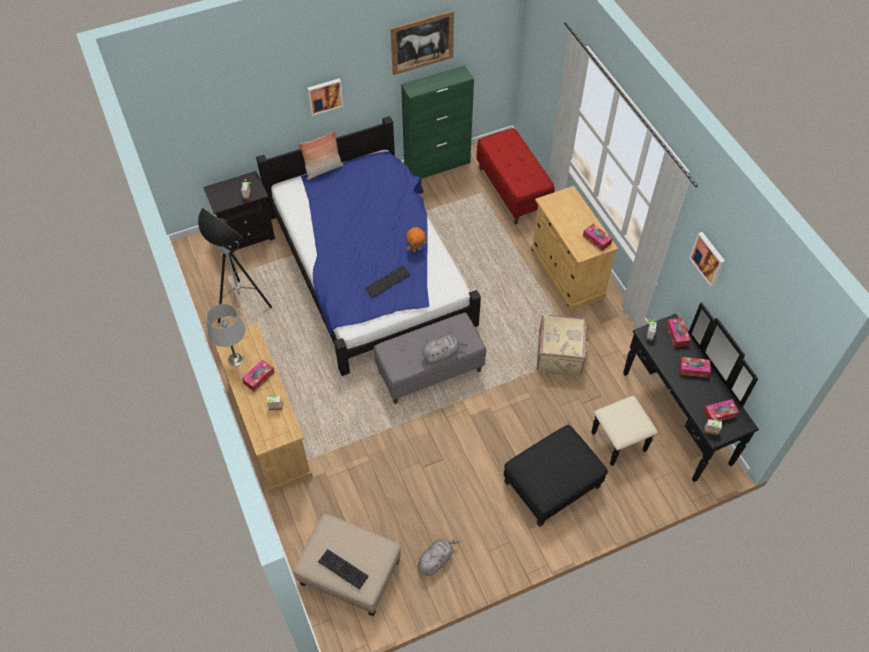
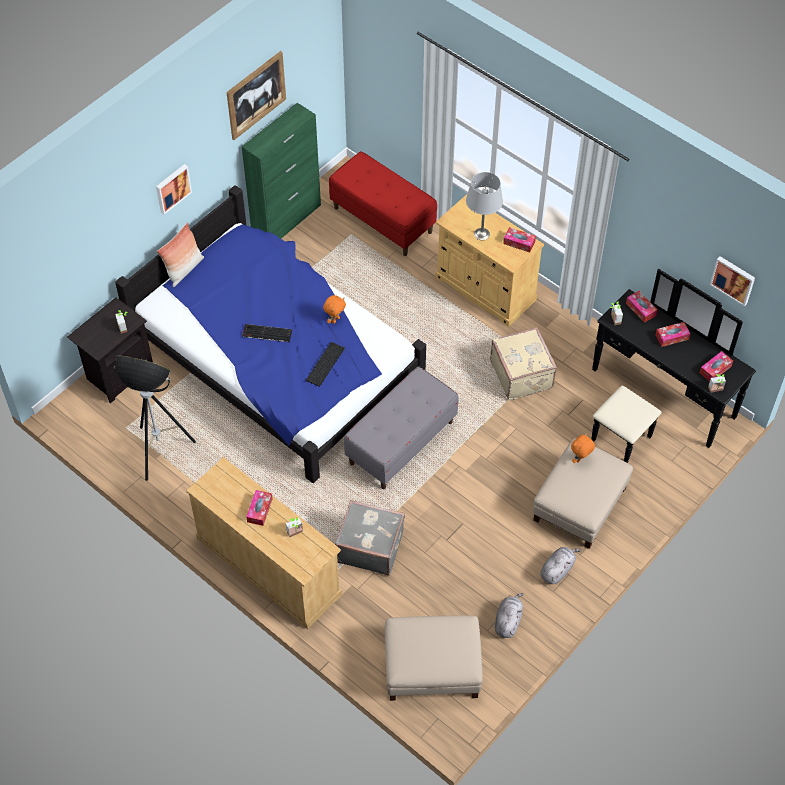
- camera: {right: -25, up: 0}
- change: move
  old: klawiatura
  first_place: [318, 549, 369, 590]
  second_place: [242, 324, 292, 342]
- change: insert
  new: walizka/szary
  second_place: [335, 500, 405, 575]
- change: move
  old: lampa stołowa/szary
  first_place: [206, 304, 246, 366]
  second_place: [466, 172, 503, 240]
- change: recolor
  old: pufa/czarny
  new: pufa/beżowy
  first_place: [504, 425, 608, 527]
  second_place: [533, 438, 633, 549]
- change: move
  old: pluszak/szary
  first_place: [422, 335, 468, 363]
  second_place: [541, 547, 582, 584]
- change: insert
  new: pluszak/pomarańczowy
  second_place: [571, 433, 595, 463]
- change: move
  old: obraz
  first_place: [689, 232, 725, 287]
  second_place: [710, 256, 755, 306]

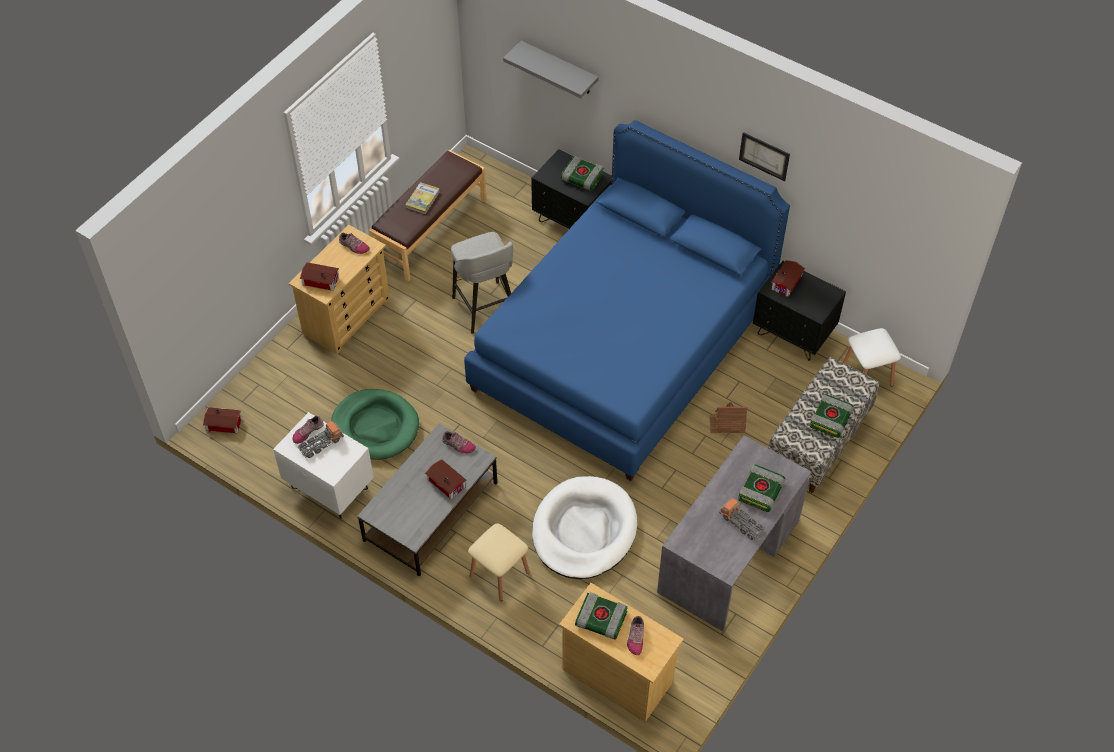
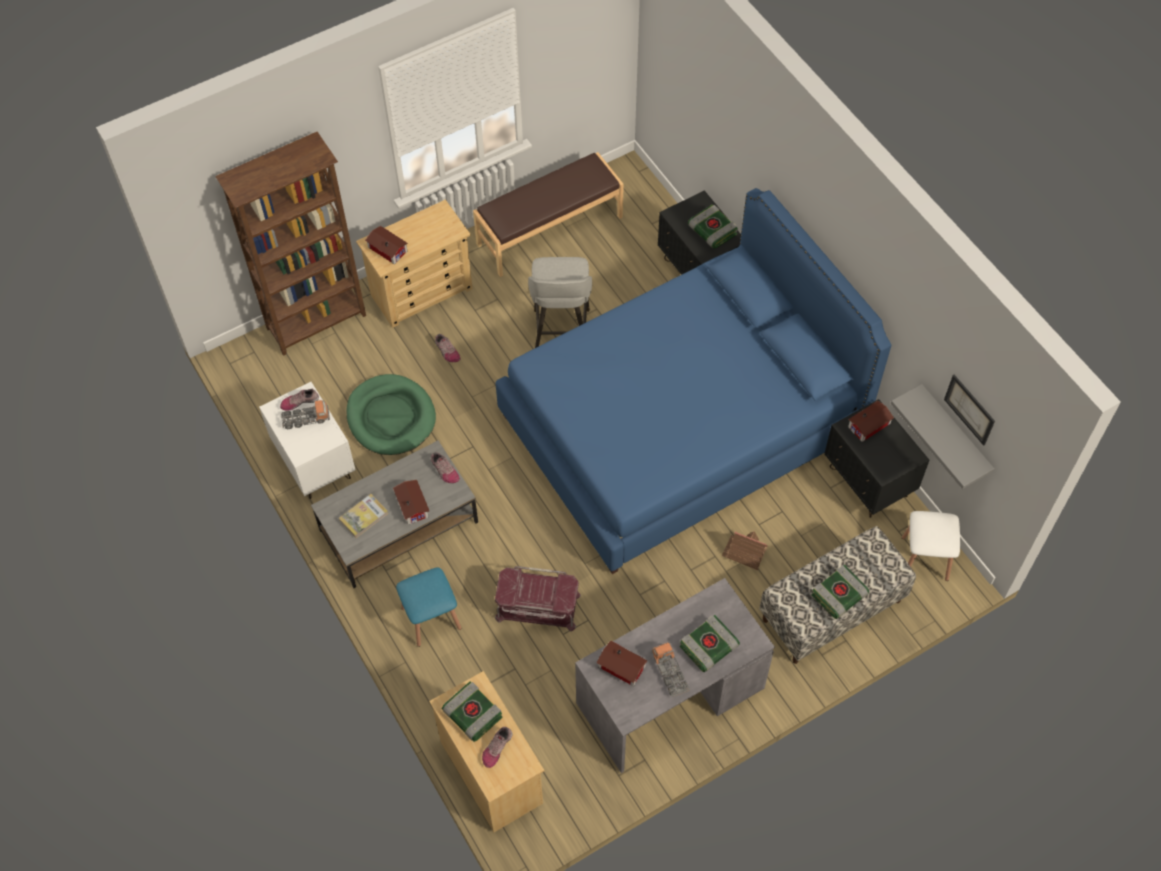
- camera: {right: 25, up: 5}
- change: insert
  new: regał/brązowy
  second_place: [215, 132, 366, 356]
- change: move
  old: książka
  first_place: [405, 182, 440, 214]
  second_place: [339, 494, 388, 538]
- change: recolor
  old: stołek/beżowy
  new: stołek/niebieski
  first_place: [468, 523, 530, 601]
  second_place: [396, 567, 461, 647]
- change: move
  old: but
  first_place: [339, 232, 370, 254]
  second_place: [435, 334, 460, 362]
- change: replace
  old: legowisko/biały
  new: pojemnik do przechowywania/czerwony
  first_place: [532, 476, 637, 579]
  second_place: [495, 566, 581, 632]
- change: move
  old: domek
  first_place: [203, 407, 242, 434]
  second_place: [596, 640, 647, 687]
- change: move
  old: półka/szary
  first_place: [503, 41, 598, 98]
  second_place: [891, 384, 994, 489]
- change: move
  old: obraz
  first_place: [739, 132, 790, 181]
  second_place: [944, 375, 995, 446]

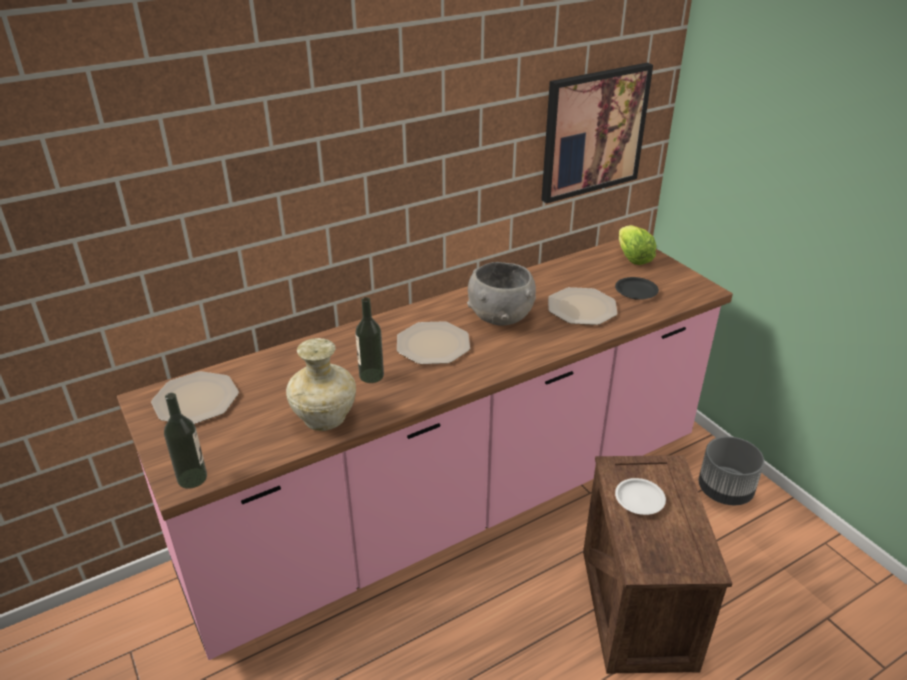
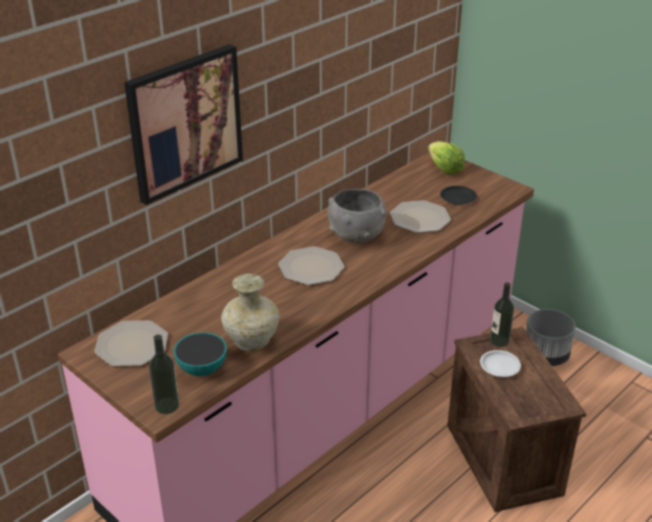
- camera: {right: -15, up: 0}
- change: move
  old: obraz
  first_place: [541, 63, 653, 203]
  second_place: [124, 44, 243, 205]
- change: insert
  new: miska
  second_place: [173, 332, 227, 376]
- change: move
  old: butelka
  first_place: [355, 297, 384, 383]
  second_place: [490, 282, 514, 347]

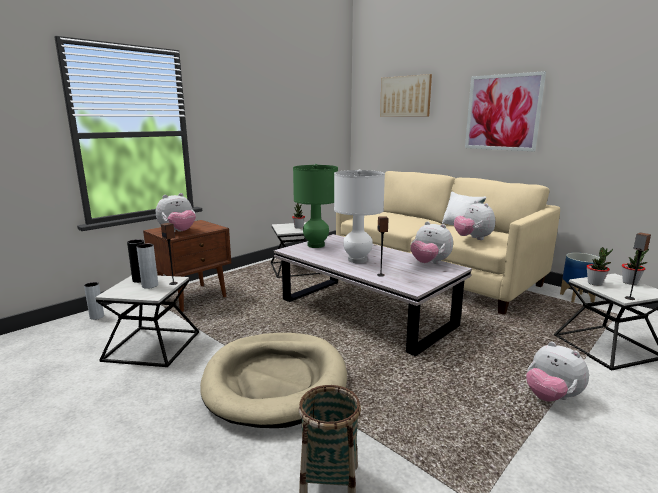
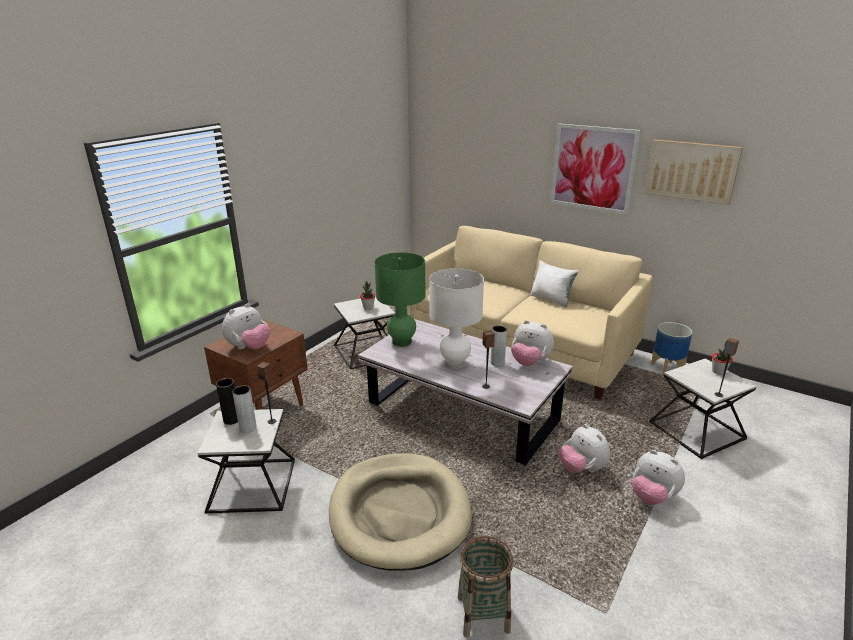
- camera: {right: -10, up: 10}
- change: move
  old: wazon/szary
  first_place: [84, 282, 104, 320]
  second_place: [491, 326, 507, 366]
- change: move
  old: pluszak
  first_place: [454, 201, 495, 240]
  second_place: [559, 424, 610, 473]
- change: move
  old: obraz
  first_place: [380, 74, 432, 117]
  second_place: [645, 139, 743, 205]
- change: delete
  old: roślina doniczkowa
  first_place: [586, 247, 613, 286]

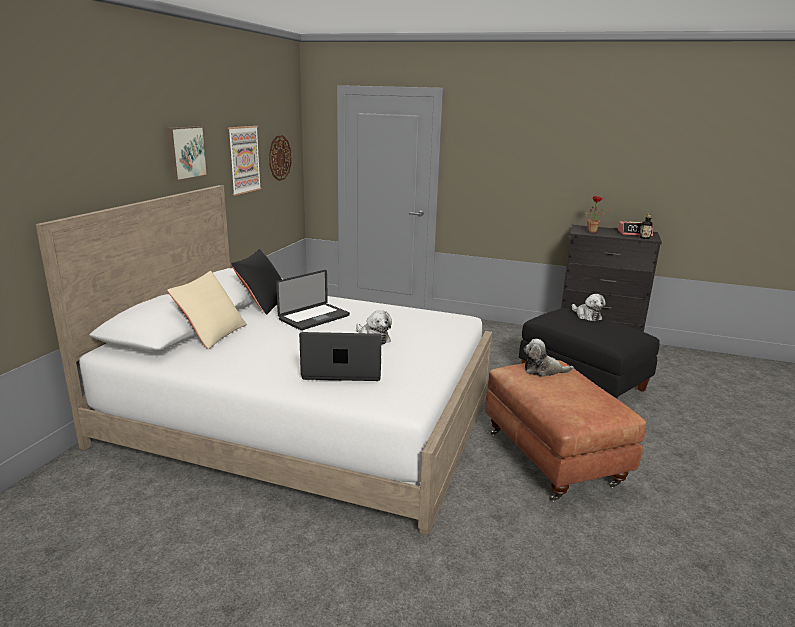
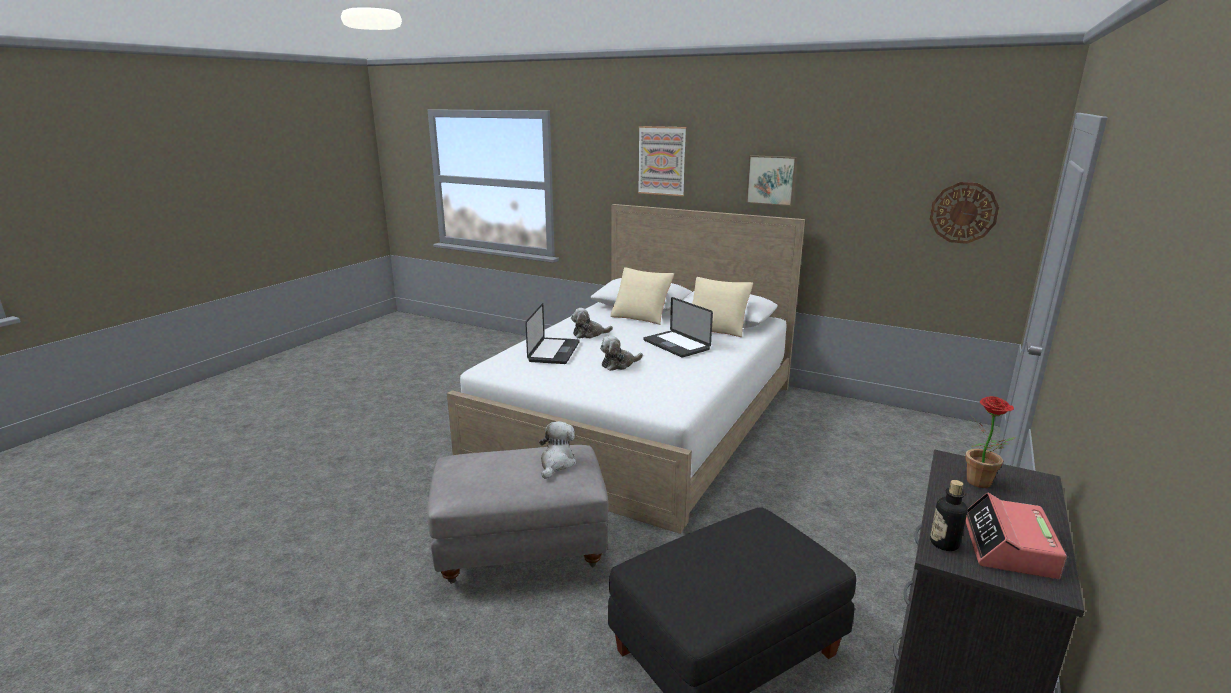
- camera: {right: 100, up: 0}
- change: recolor
  old: pufa/brązowy
  new: pufa/szary
  first_place: [485, 360, 646, 502]
  second_place: [427, 445, 609, 584]
- change: move
  old: pluszak
  first_place: [572, 294, 606, 321]
  second_place: [571, 308, 613, 338]
- change: move
  old: obraz
  first_place: [228, 126, 262, 196]
  second_place: [638, 126, 686, 196]
- change: recolor
  old: poduszka/czarny
  new: poduszka/beżowy
  first_place: [231, 249, 282, 315]
  second_place: [692, 277, 753, 337]

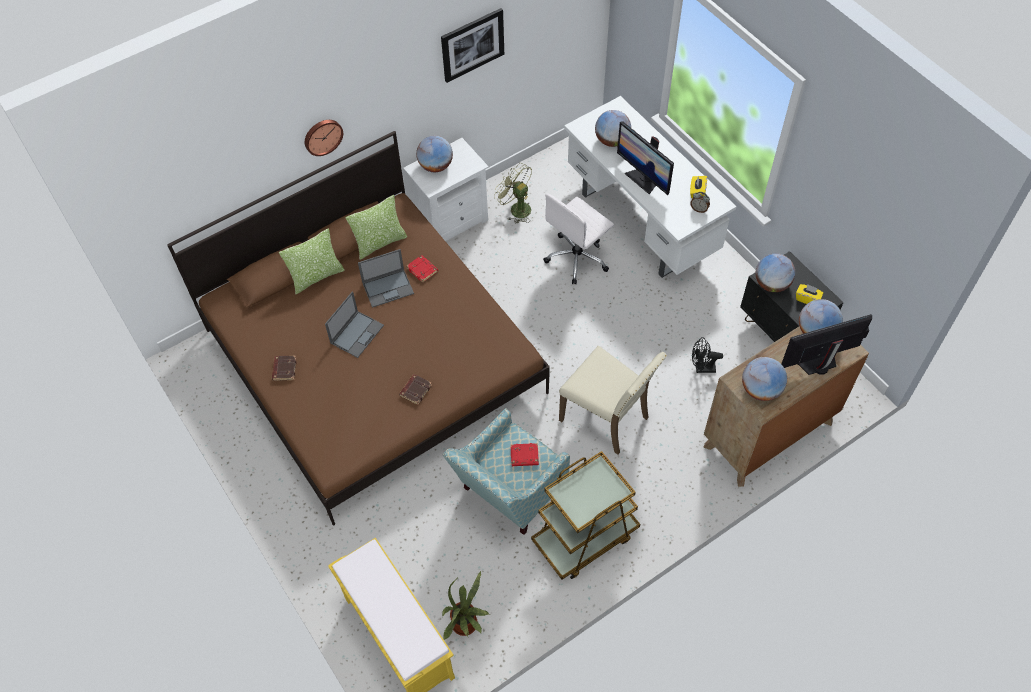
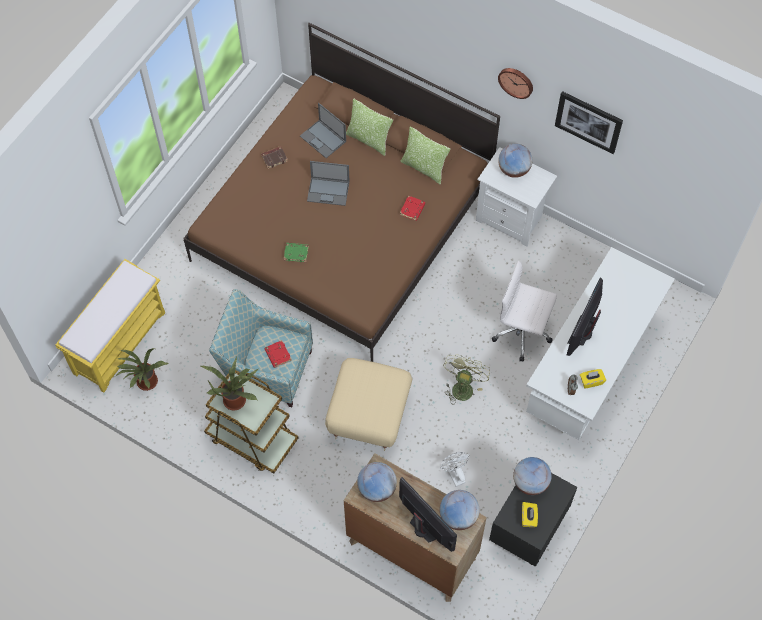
- camera: {right: 65, up: 5}
- change: insert
  new: roślina doniczkowa
  second_place: [200, 357, 258, 411]
- change: recolor
  old: książka/brązowy
  new: książka/zielony
  first_place: [399, 374, 432, 405]
  second_place: [284, 243, 309, 262]
- change: move
  old: laptop
  first_place: [358, 249, 414, 308]
  second_place: [300, 103, 346, 158]
- change: replace
  old: krzesło/beżowy
  new: pufa/beżowy
  first_place: [559, 346, 667, 455]
  second_place: [325, 358, 412, 451]
- change: recolor
  old: wentylator/czarny
  new: wentylator/biały
  first_place: [692, 337, 723, 373]
  second_place: [440, 452, 470, 487]
- change: move
  old: wentylator/zielony
  first_place: [494, 163, 532, 223]
  second_place: [443, 354, 490, 405]
- change: move
  old: zegar ścienny
  first_place: [305, 120, 343, 156]
  second_place: [498, 68, 533, 99]
- change: delete
  old: globus
  first_place: [595, 110, 631, 147]

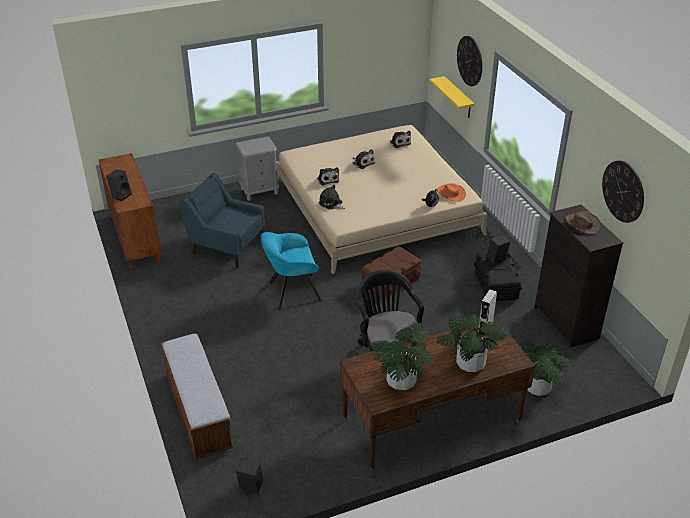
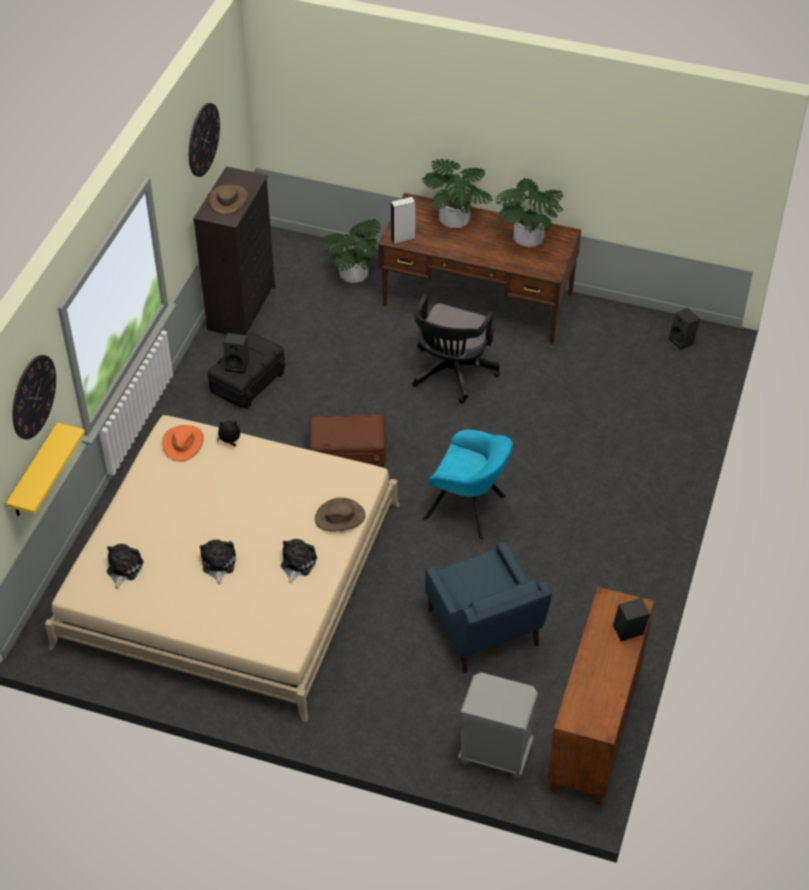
- camera: {right: -140, up: 10}
- change: replace
  old: pluszak
  new: kapelusz/brązowy
  first_place: [319, 185, 345, 210]
  second_place: [315, 498, 366, 531]
- change: move
  old: szafka nocna/szary
  first_place: [235, 136, 279, 201]
  second_place: [458, 672, 538, 779]
- change: delete
  old: ławka
  first_place: [160, 333, 233, 459]

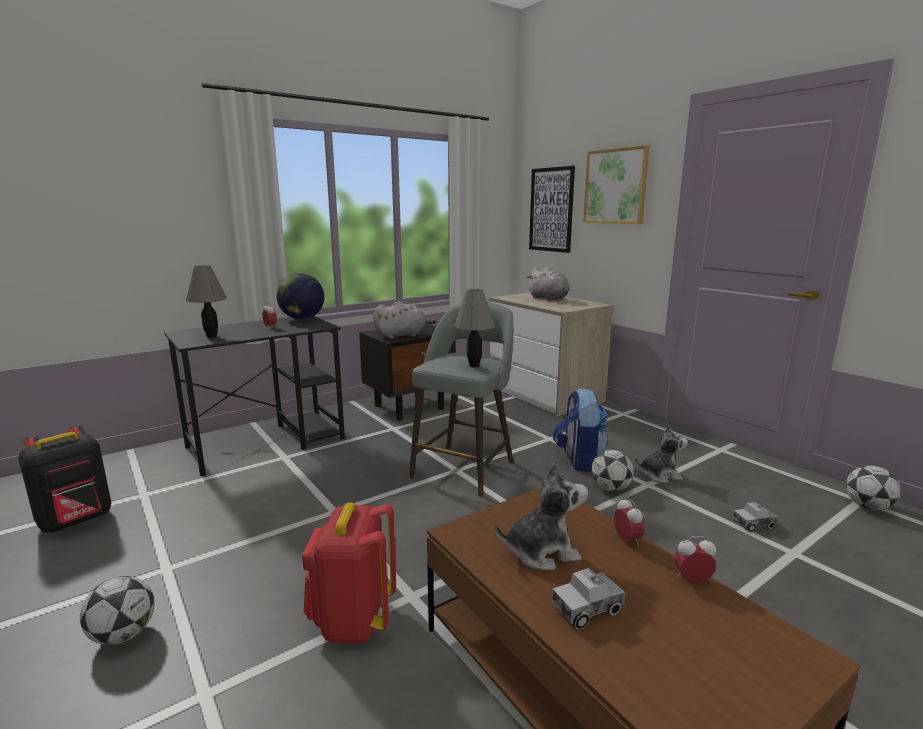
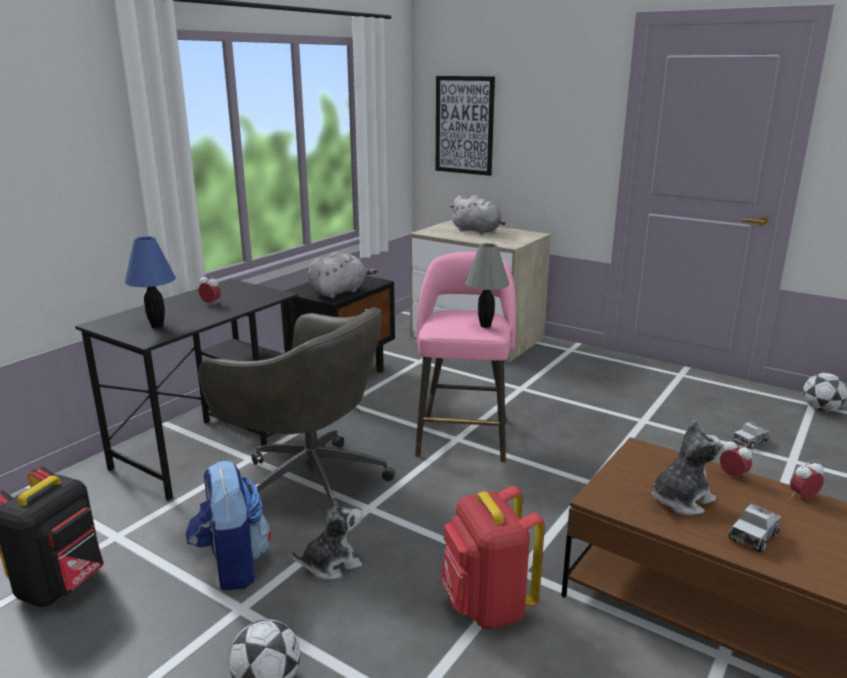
- camera: {right: -20, up: 5}
- change: recolor
  old: lampa stołowa/szary
  new: lampa stołowa/niebieski
  first_place: [186, 265, 227, 338]
  second_place: [125, 236, 176, 328]
- change: move
  old: plecak
  first_place: [552, 388, 608, 472]
  second_place: [186, 461, 271, 591]
- change: insert
  new: krzesło biurowe/szary
  second_place: [198, 307, 395, 502]
- change: move
  old: pluszak
  first_place: [635, 425, 688, 483]
  second_place: [291, 496, 363, 580]
- change: recolor
  old: stołek/szary
  new: stołek/różowy
  first_place: [409, 302, 513, 497]
  second_place: [415, 252, 516, 463]
- change: delete
  old: globus
  first_place: [276, 273, 324, 320]
- change: delete
  old: obraz
  first_place: [583, 145, 650, 224]
- change: delete
  old: piłka futbolowa
  first_place: [591, 450, 634, 492]

